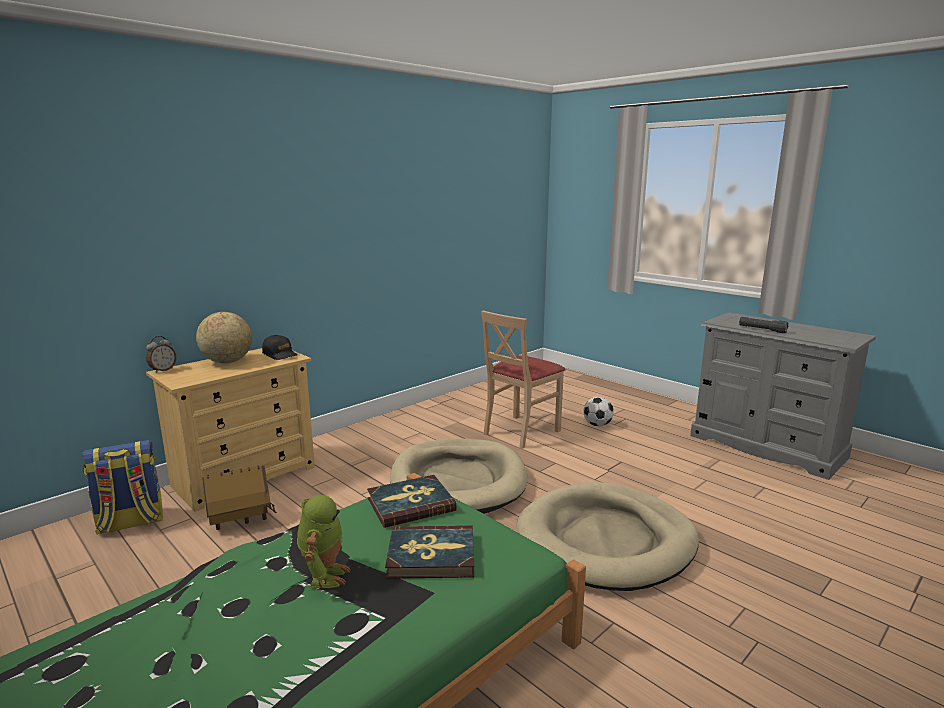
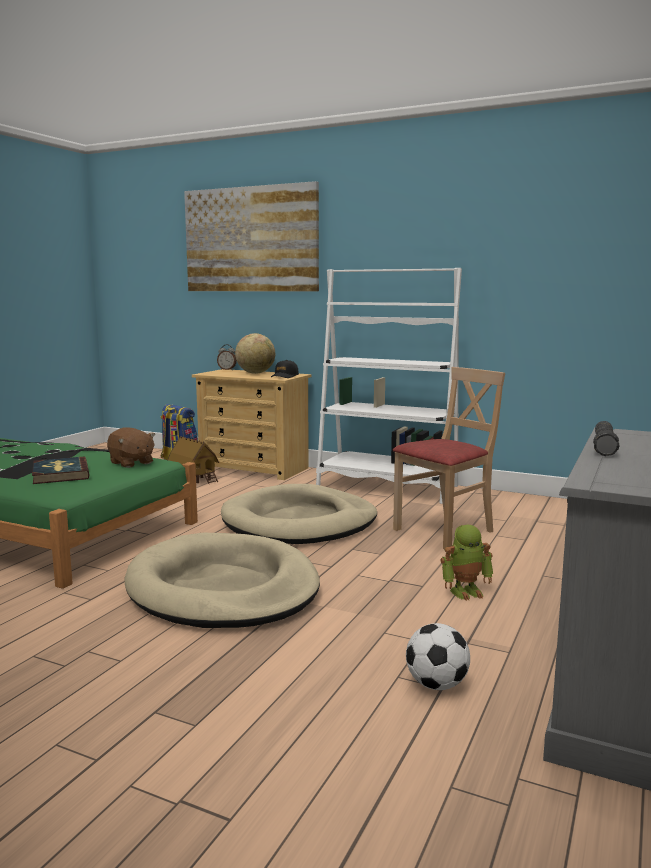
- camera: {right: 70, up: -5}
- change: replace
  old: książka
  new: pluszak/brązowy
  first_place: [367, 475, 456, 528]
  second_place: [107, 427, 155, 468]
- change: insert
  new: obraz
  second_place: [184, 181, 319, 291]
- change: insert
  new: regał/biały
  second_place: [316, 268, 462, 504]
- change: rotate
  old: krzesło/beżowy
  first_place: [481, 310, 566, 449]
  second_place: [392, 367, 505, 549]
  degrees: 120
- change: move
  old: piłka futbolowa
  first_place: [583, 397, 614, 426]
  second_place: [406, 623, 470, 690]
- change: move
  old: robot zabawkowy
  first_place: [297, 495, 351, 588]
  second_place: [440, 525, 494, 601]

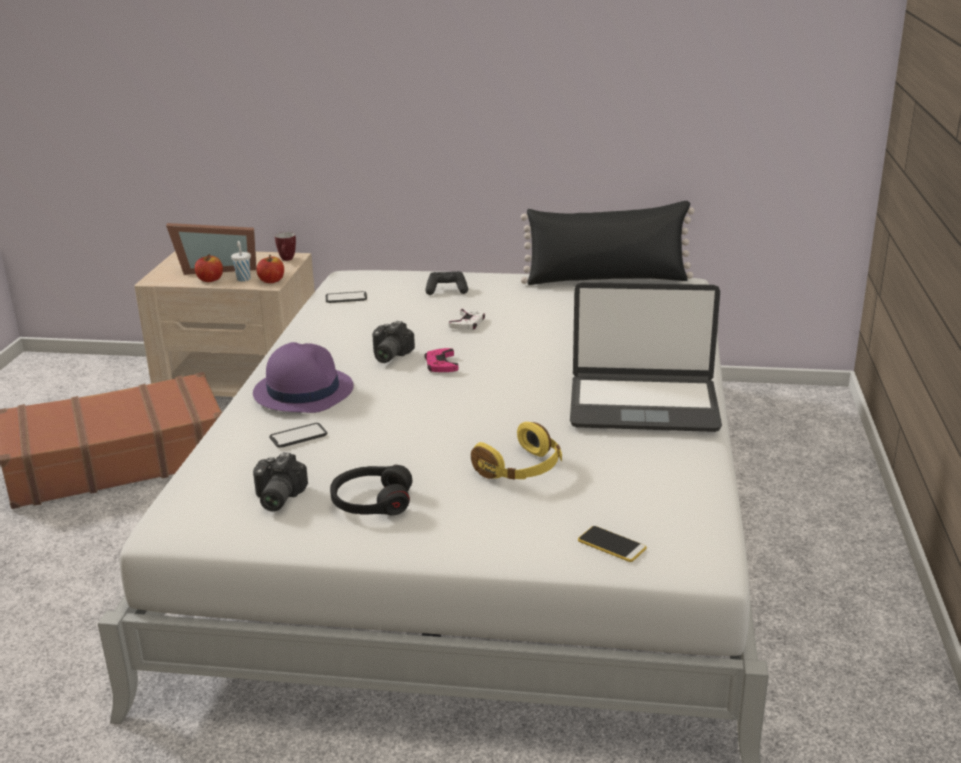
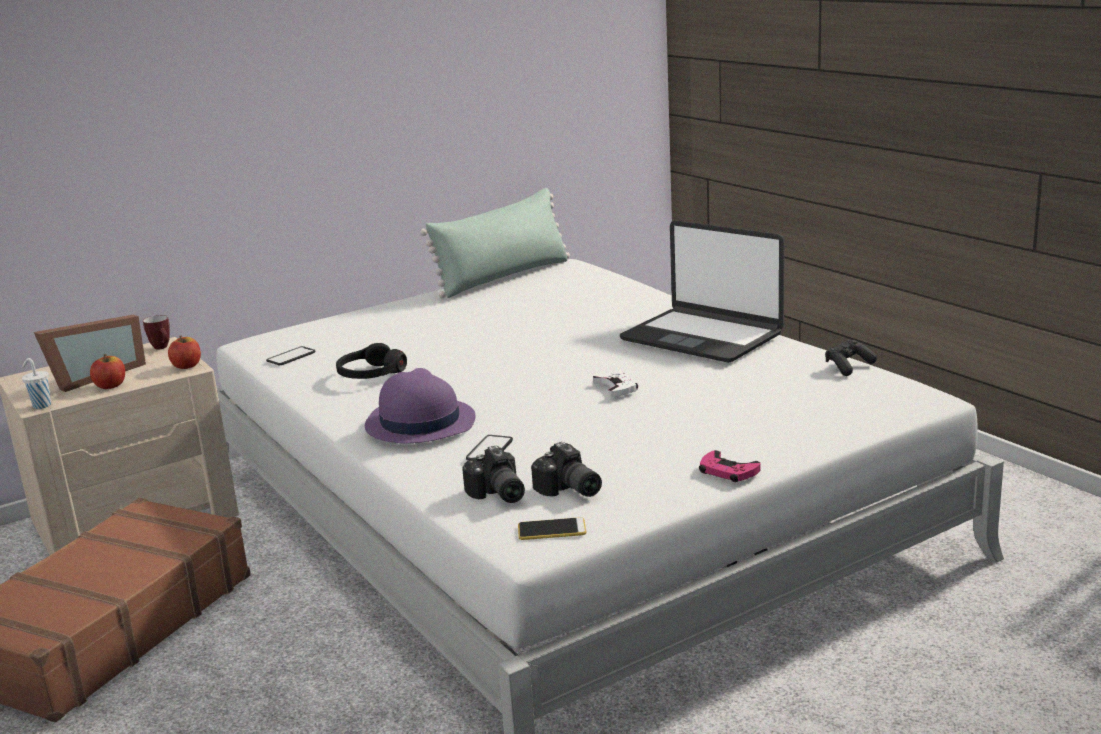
- camera: {right: -40, up: -5}
- change: move
  old: filiżanka/biały
  first_place: [231, 241, 251, 281]
  second_place: [22, 358, 51, 409]
- change: move
  old: słuchawki/czarny
  first_place: [330, 465, 412, 516]
  second_place: [336, 343, 407, 379]
- change: recolor
  old: poduszka/czarny
  new: poduszka/zielony
  first_place: [521, 201, 695, 285]
  second_place: [420, 188, 570, 298]
- change: move
  old: aparat fotograficzny
  first_place: [372, 321, 415, 363]
  second_place: [462, 445, 525, 503]
- change: move
  old: telefon
  first_place: [578, 526, 647, 562]
  second_place: [518, 517, 586, 540]
- change: move
  old: pad do gier/biały
  first_place: [449, 309, 485, 330]
  second_place: [593, 372, 638, 397]
- change: rotate
  old: laptop
  first_place: [570, 282, 722, 432]
  second_place: [619, 220, 785, 363]
  degrees: 75
- change: move
  old: pad do gier/różowy
  first_place: [425, 348, 459, 372]
  second_place: [699, 450, 761, 482]
- change: move
  old: pad do gier/czarny
  first_place: [425, 271, 468, 295]
  second_place: [825, 340, 877, 376]
- change: delete
  old: słuchawki/żółty
  first_place: [471, 422, 562, 480]

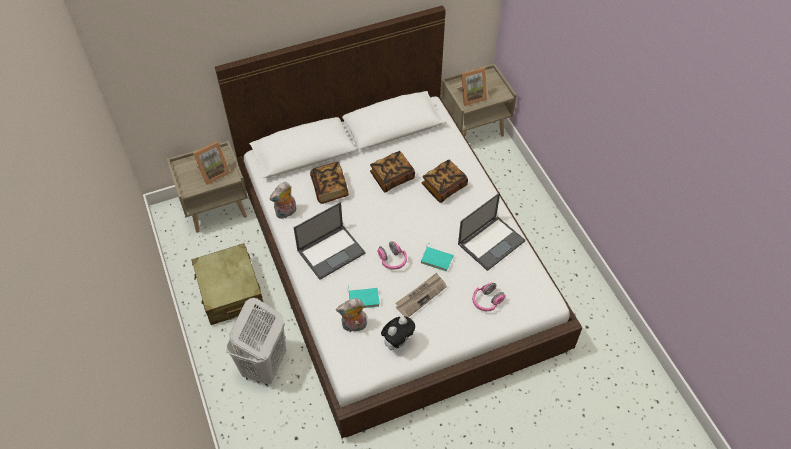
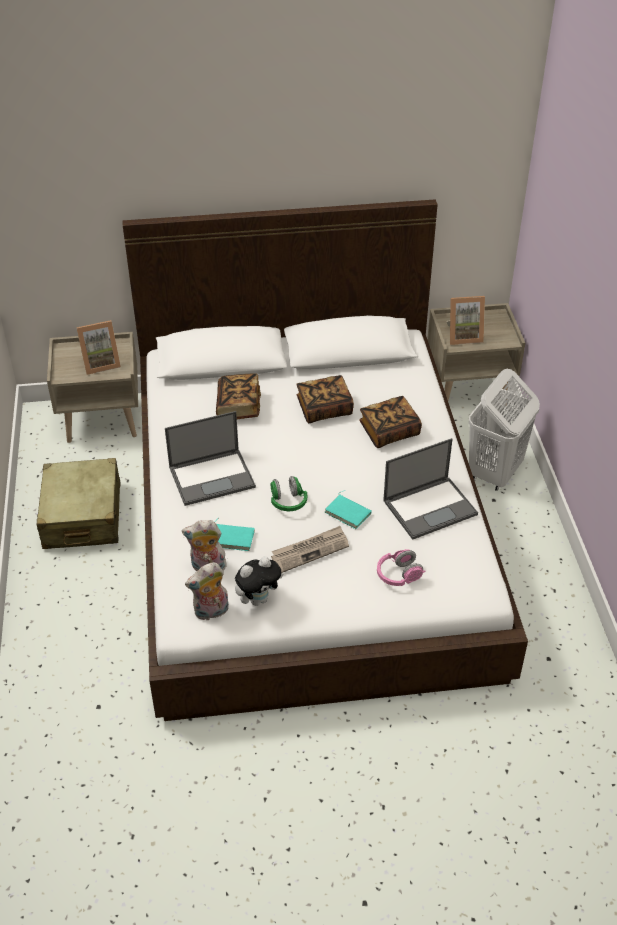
- camera: {right: 15, up: -10}
- change: move
  old: pluszak
  first_place: [270, 182, 296, 219]
  second_place: [185, 562, 229, 620]
- change: recolor
  old: słuchawki/różowy
  new: słuchawki/zielony
  first_place: [377, 241, 407, 270]
  second_place: [271, 476, 307, 511]
- change: move
  old: kosz na pranie/biały
  first_place: [226, 298, 286, 386]
  second_place: [469, 369, 540, 491]

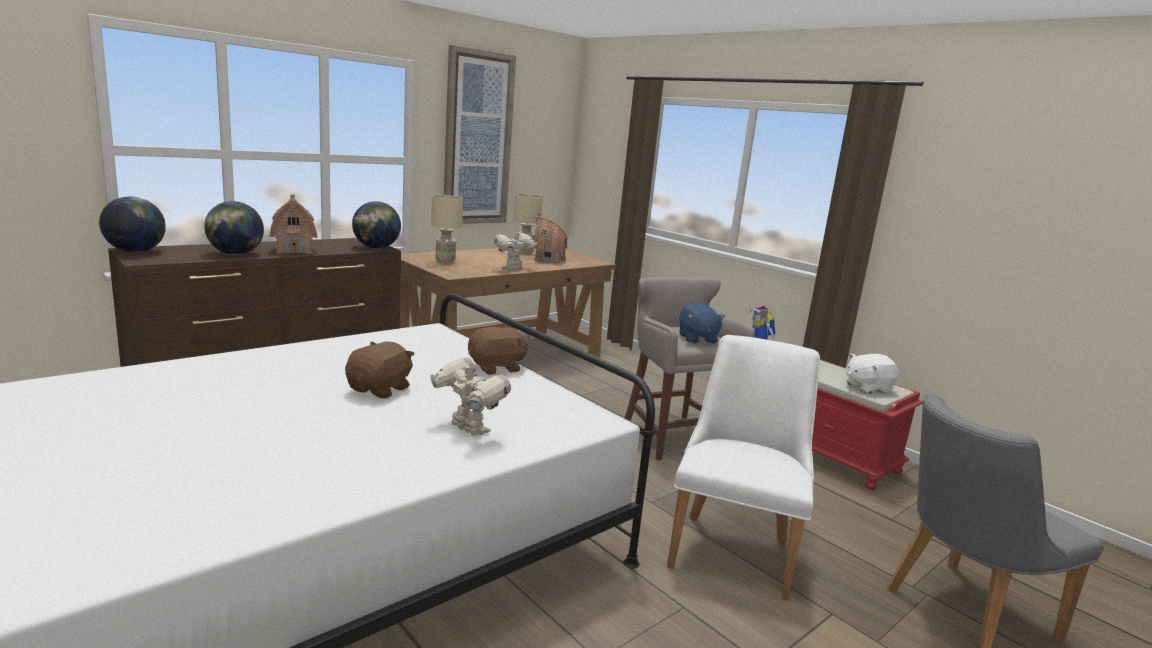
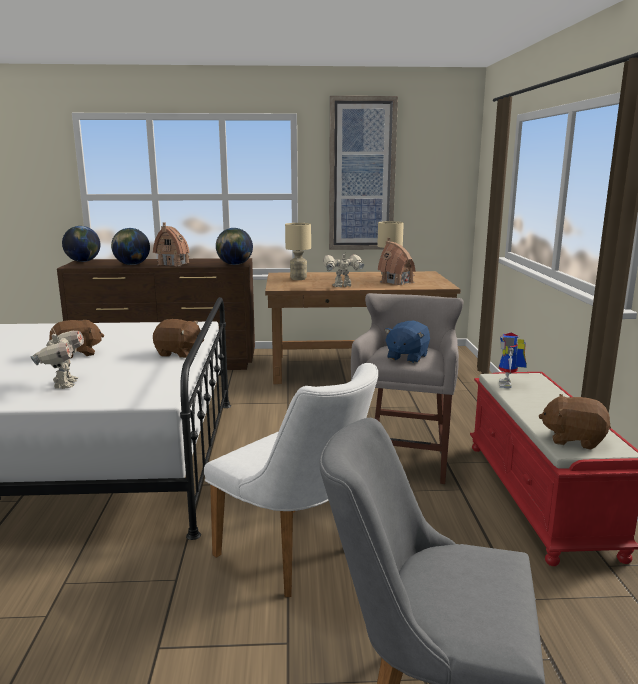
- camera: {right: 40, up: 0}
- change: rotate
  old: krzesło/biały
  first_place: [667, 335, 820, 601]
  second_place: [204, 363, 378, 597]
  degrees: 75
- change: recolor
  old: pluszak/biały
  new: pluszak/brązowy
  first_place: [846, 354, 899, 394]
  second_place: [539, 394, 611, 450]

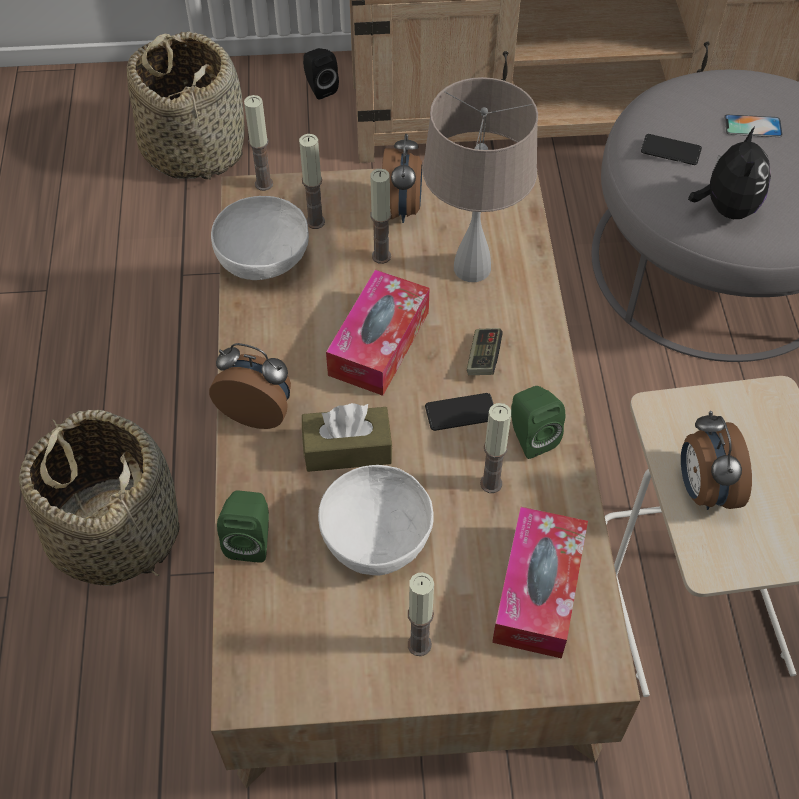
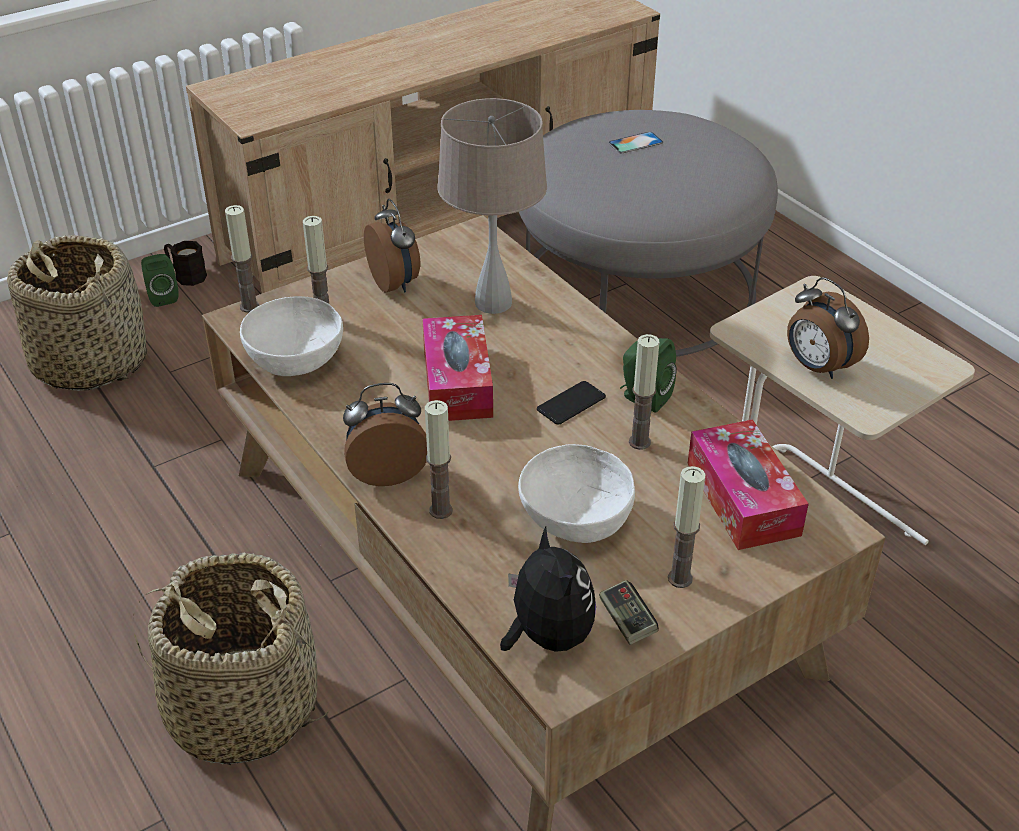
- camera: {right: -30, up: -15}
- change: move
  old: głośnik/zielony
  first_place: [217, 490, 269, 563]
  second_place: [141, 254, 179, 307]
- change: replace
  old: głośnik/czarny
  new: kubek/czarny
  first_place: [303, 48, 339, 100]
  second_place: [164, 241, 207, 286]
- change: move
  old: świeca
  first_place: [370, 169, 391, 264]
  second_place: [425, 400, 453, 519]
- change: move
  old: pluszak
  first_place: [688, 126, 771, 219]
  second_place: [500, 526, 596, 652]
- change: move
  old: pad do gier
  first_place: [467, 328, 503, 375]
  second_place: [599, 580, 659, 645]
- change: delete
  old: pudełko chusteczek/brązowy
  first_place: [302, 403, 392, 472]
- change: delete
  old: telefon
  first_place: [641, 134, 702, 165]

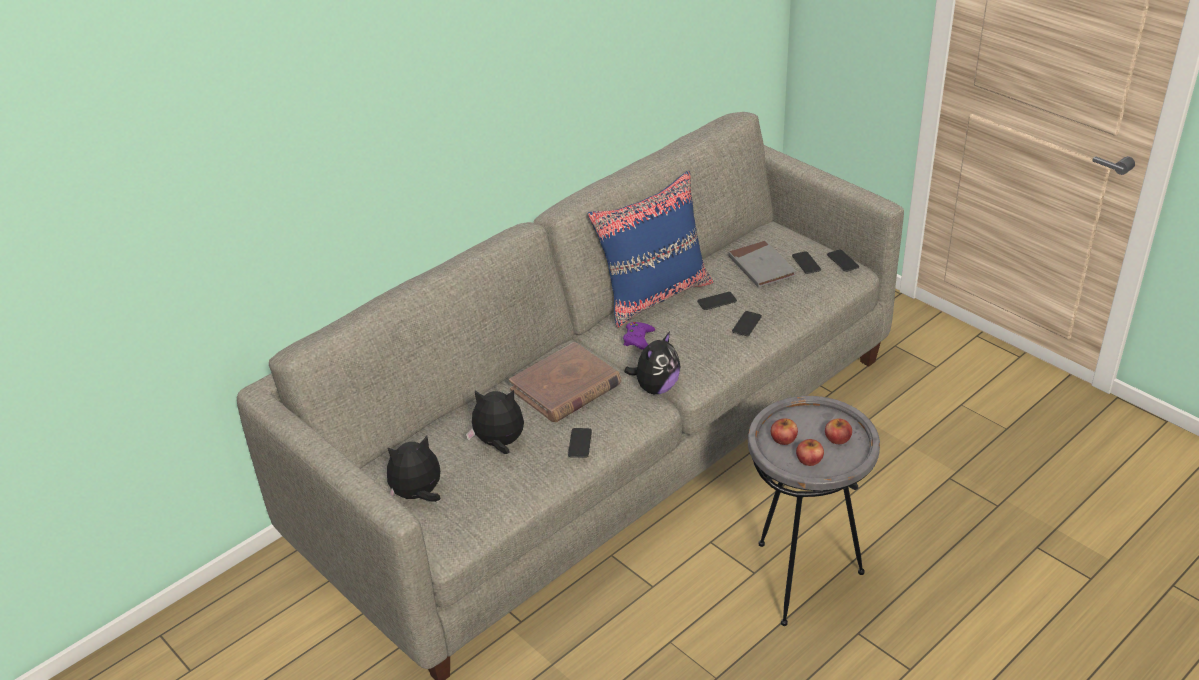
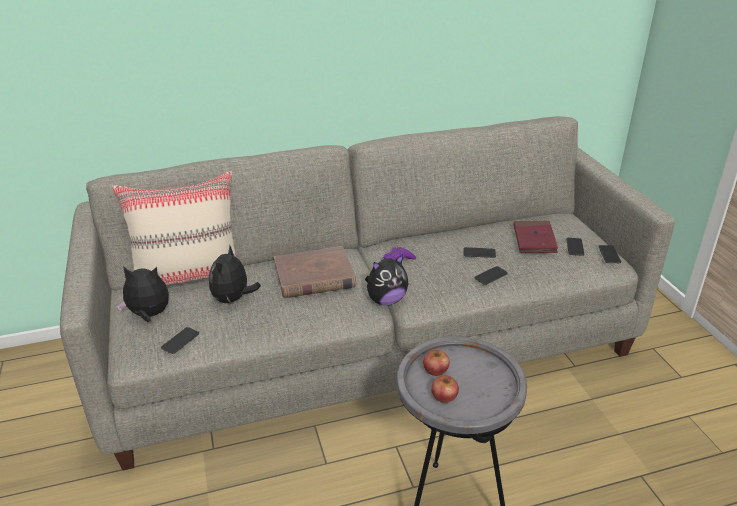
- camera: {right: 25, up: -5}
- change: insert
  new: poduszka/beżowy
  second_place: [112, 171, 236, 286]
- change: move
  old: telefon
  first_place: [568, 428, 592, 458]
  second_place: [161, 327, 199, 354]
- change: rotate
  old: pluszak
  first_place: [466, 390, 524, 454]
  second_place: [209, 244, 261, 304]
  degrees: -105
- change: recolor
  old: książka/szary
  new: książka/czerwony
  first_place: [728, 240, 796, 288]
  second_place: [514, 221, 558, 253]
- change: delete
  old: poduszka/niebieski
  first_place: [588, 171, 714, 328]
- change: delete
  old: jabłko
  first_place: [825, 418, 852, 444]

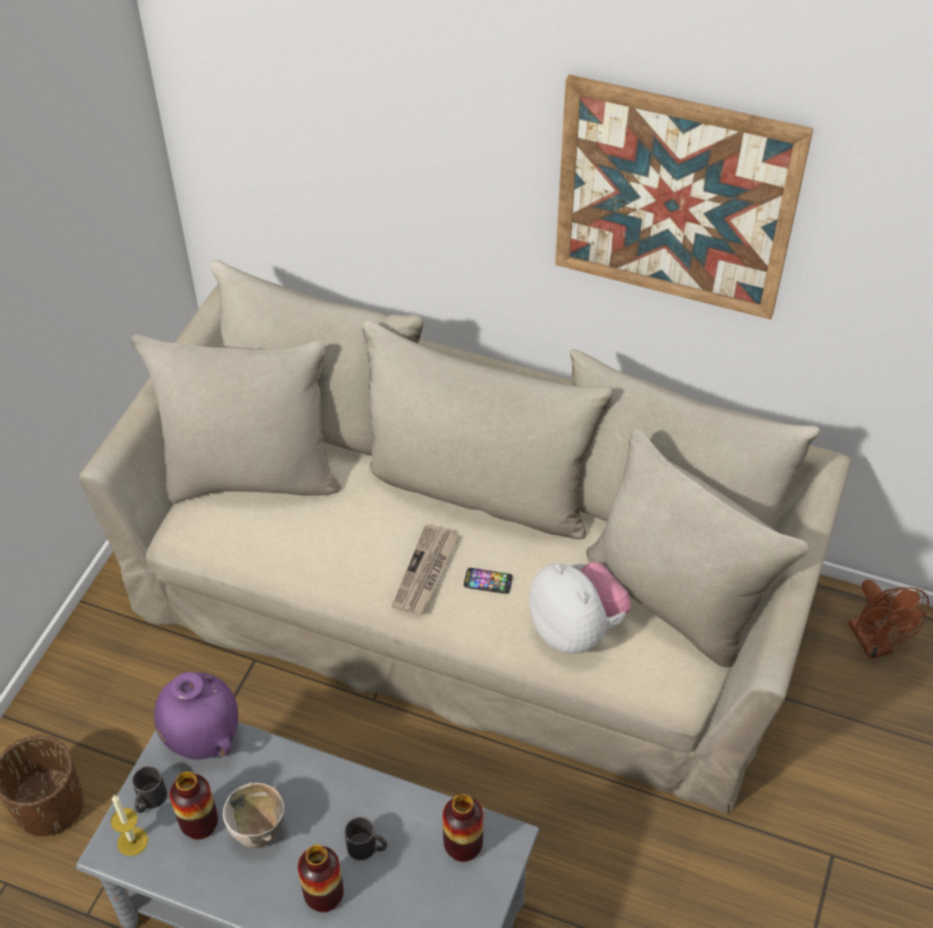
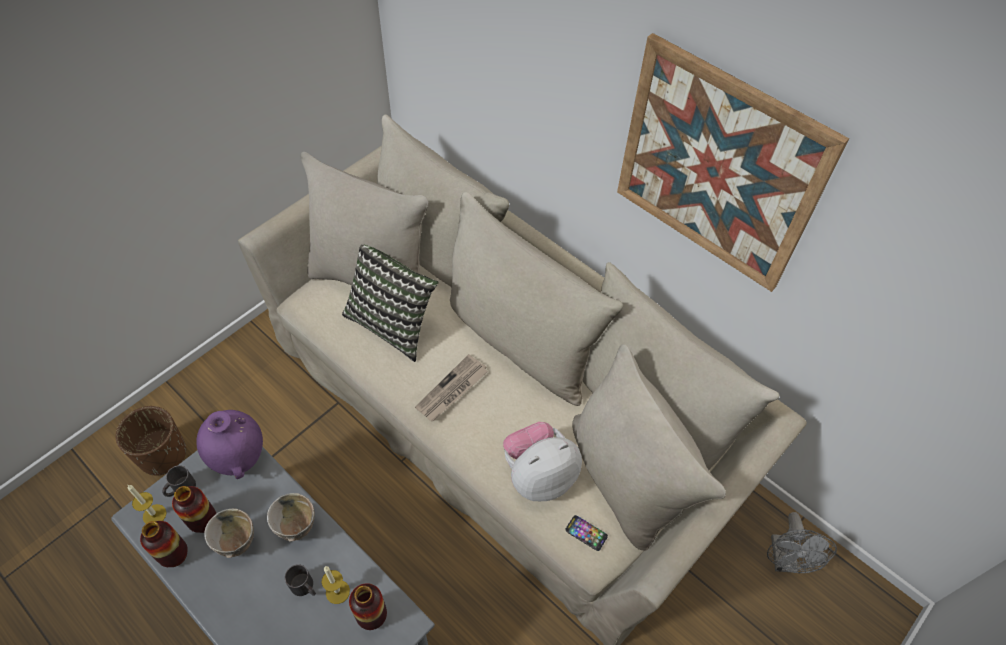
- camera: {right: 20, up: 5}
- change: move
  old: wazon
  first_place: [298, 845, 344, 912]
  second_place: [140, 521, 188, 567]
- change: insert
  new: miska
  second_place: [267, 493, 315, 542]
- change: insert
  new: świeca
  second_place: [321, 566, 350, 604]
- change: insert
  new: poduszka
  second_place: [342, 244, 439, 362]
- change: rotate
  old: pluszak
  first_place: [529, 562, 631, 654]
  second_place: [503, 422, 582, 501]
  degrees: -105
- change: move
  old: telefon
  first_place: [464, 568, 513, 594]
  second_place: [565, 515, 608, 551]
- change: recolor
  old: wentylator/brązowy
  new: wentylator/szary
  first_place: [849, 580, 929, 659]
  second_place: [767, 512, 837, 573]

